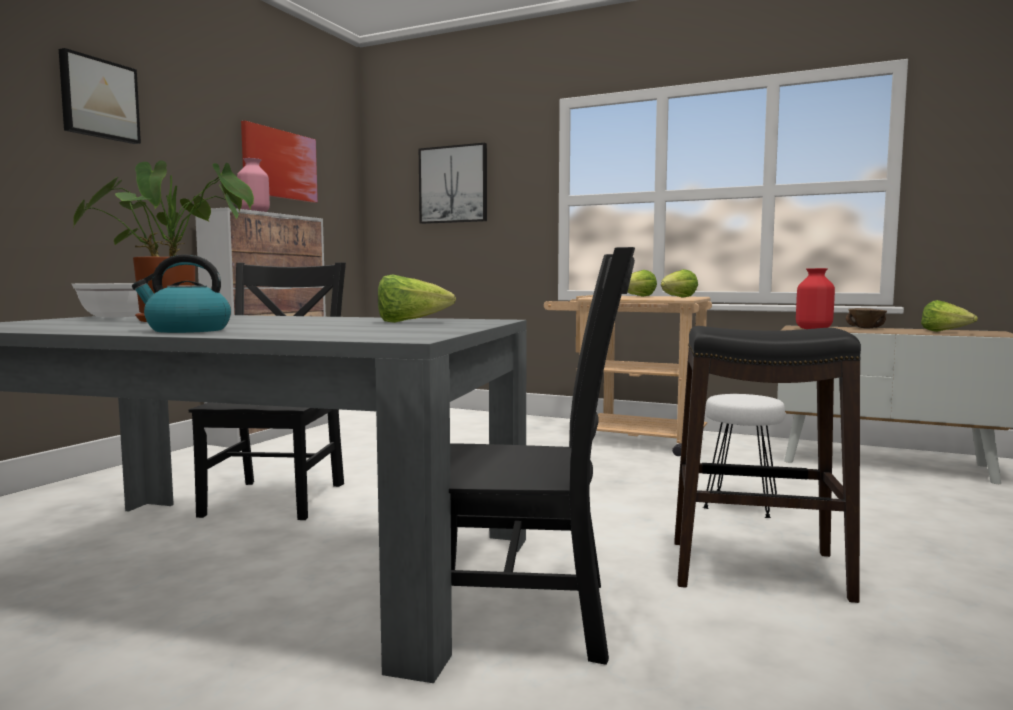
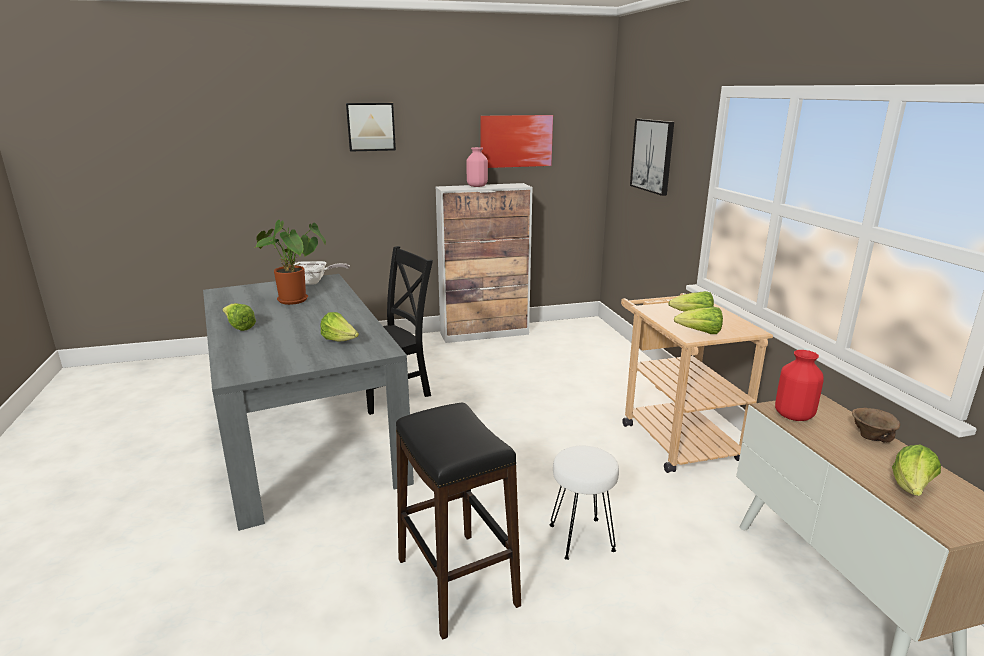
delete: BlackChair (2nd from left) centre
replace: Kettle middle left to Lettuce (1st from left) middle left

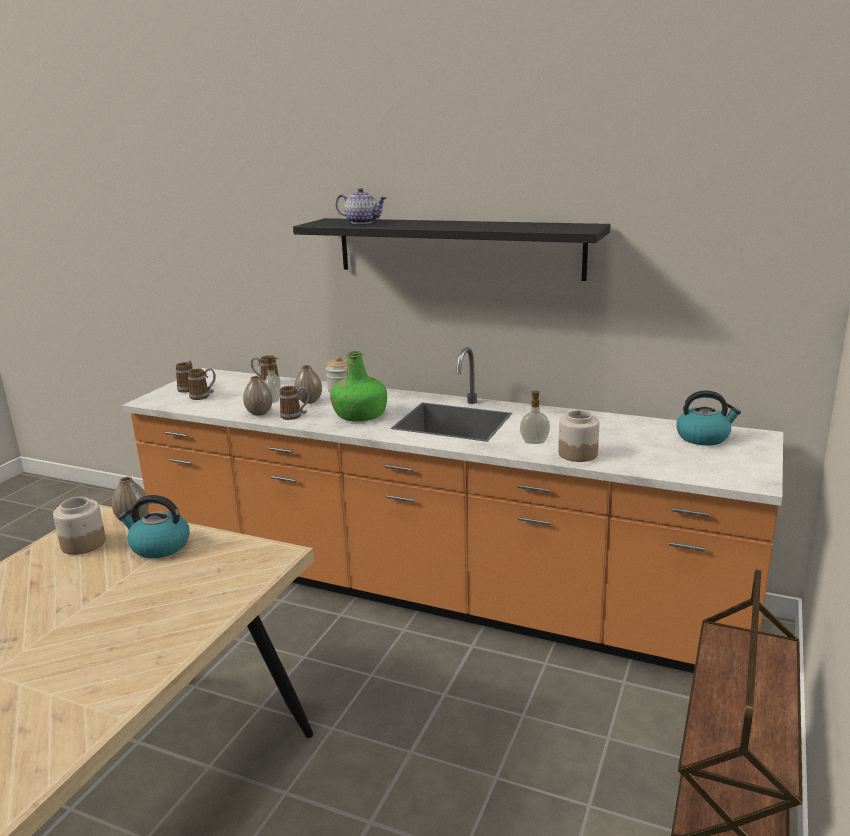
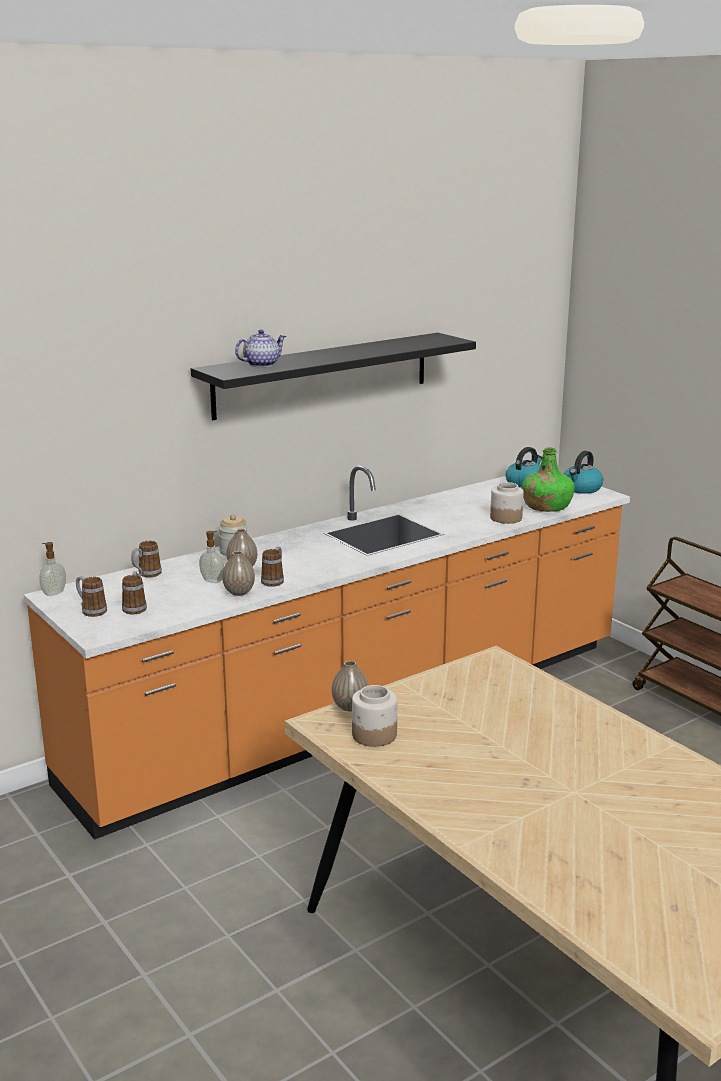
move: Kettle (1st from left in the first image) middle left to Kettle (2nd from left) middle right; GreenBottle centre to middle right; SoapDispenser (2nd from left in the first image) centre to SoapDispenser (1st from left) middle left

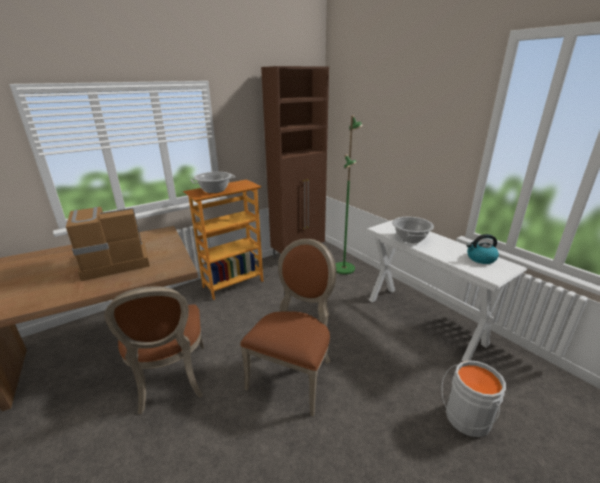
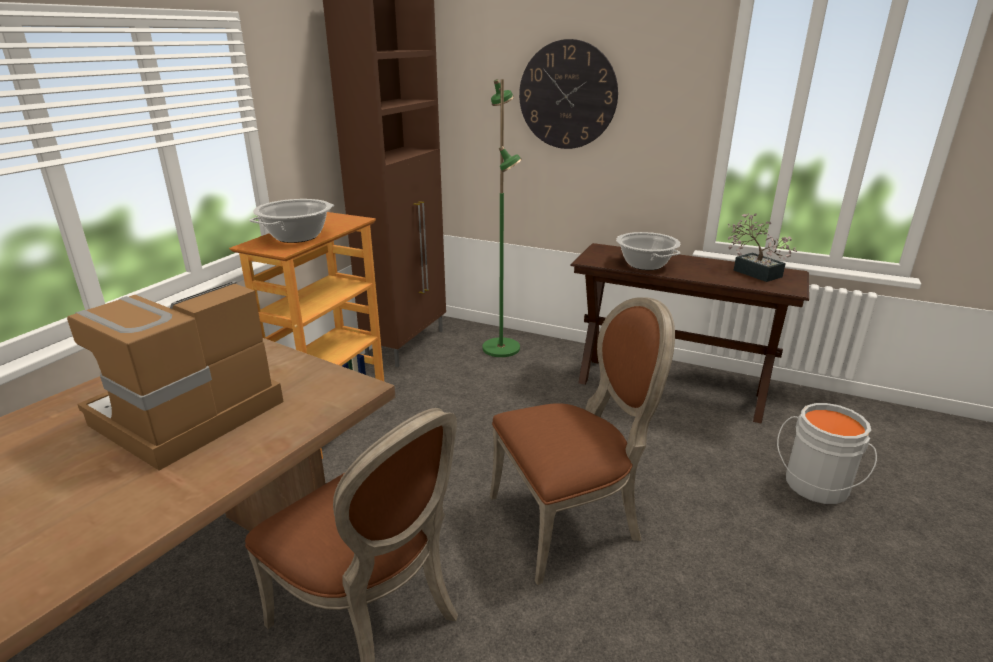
insert: WallClock top centre
replace: Kettle middle right to PottedPlant middle right
recolor: WhiteConsoleTable middle right to BrownConsoleTable middle right
rotate: BrownChair (2nd from left) bottom centre = centre 75 degrees clockwise

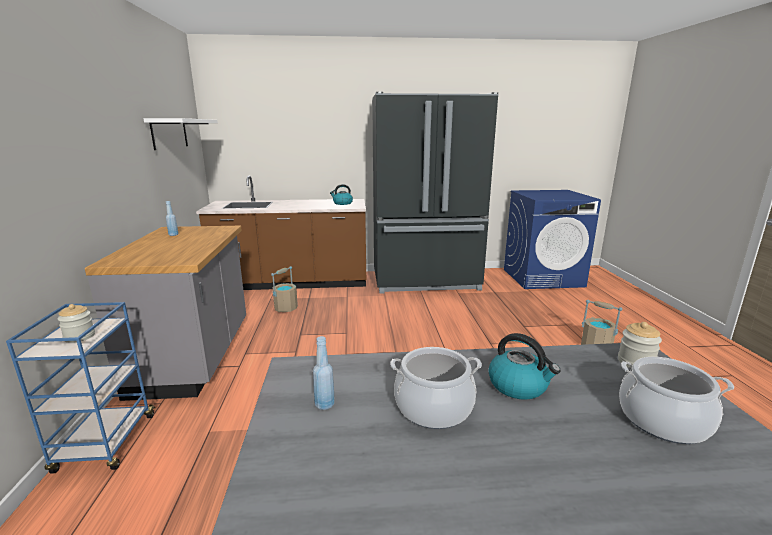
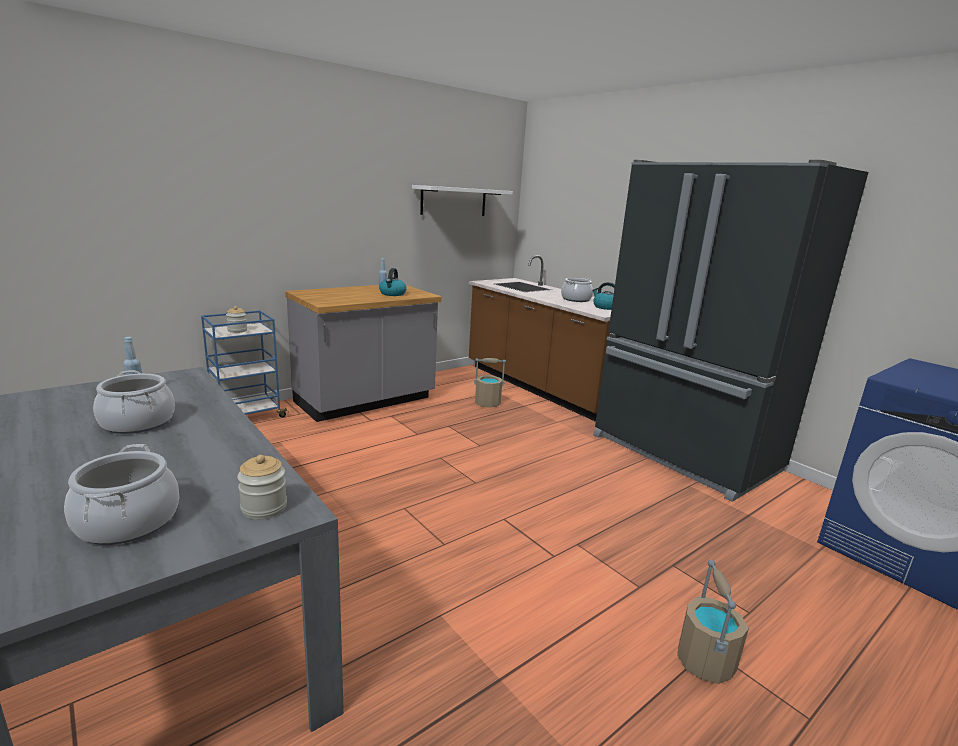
insert: CookingPot (3rd from left) centre
move: Kettle (2nd from left in the first image) bottom right to Kettle (1st from left) centre

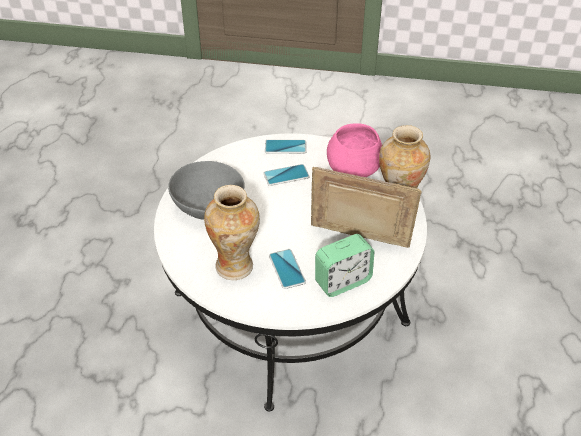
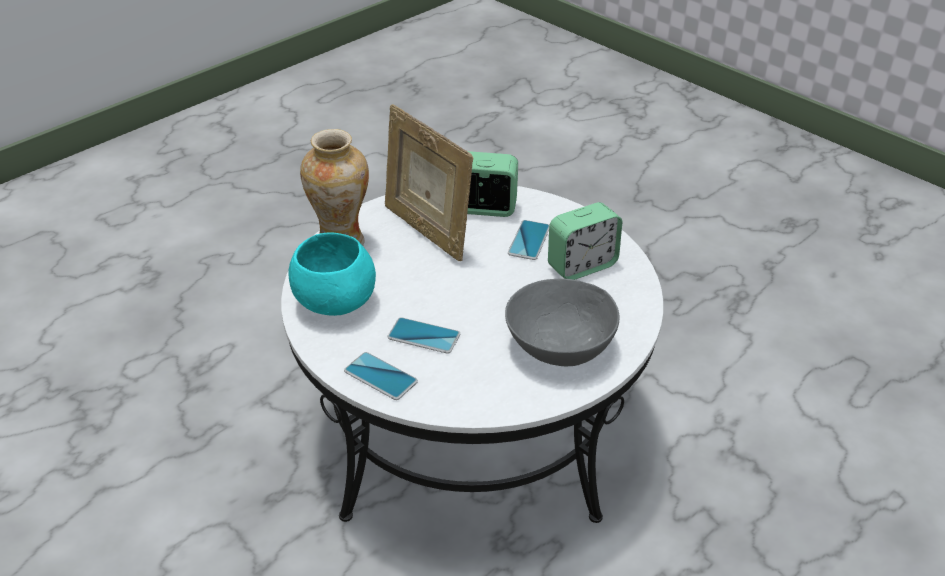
replace: Vase (1st from left) centre to AlarmClock (2nd from left) centre
recolor: PinkBowl centre to TurquoiseBowl centre

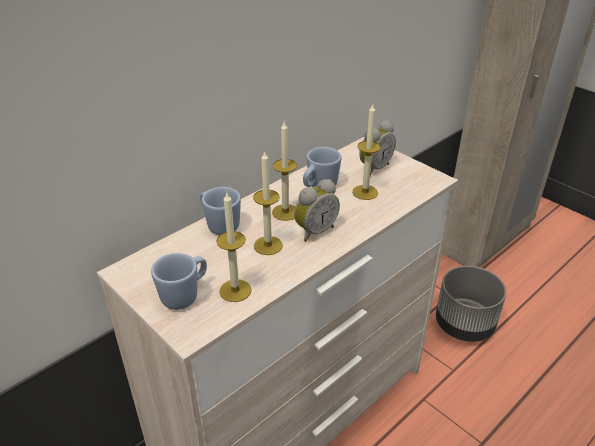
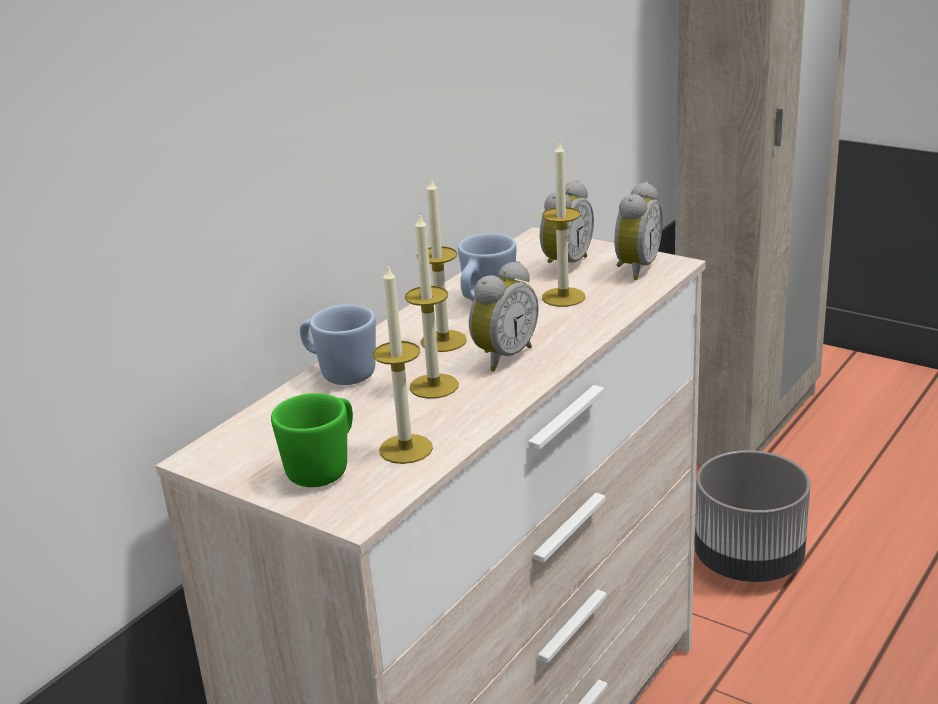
insert: AlarmClock (3rd from left) top right
recolor: BlueMug (1st from left) middle left to GreenMug middle left

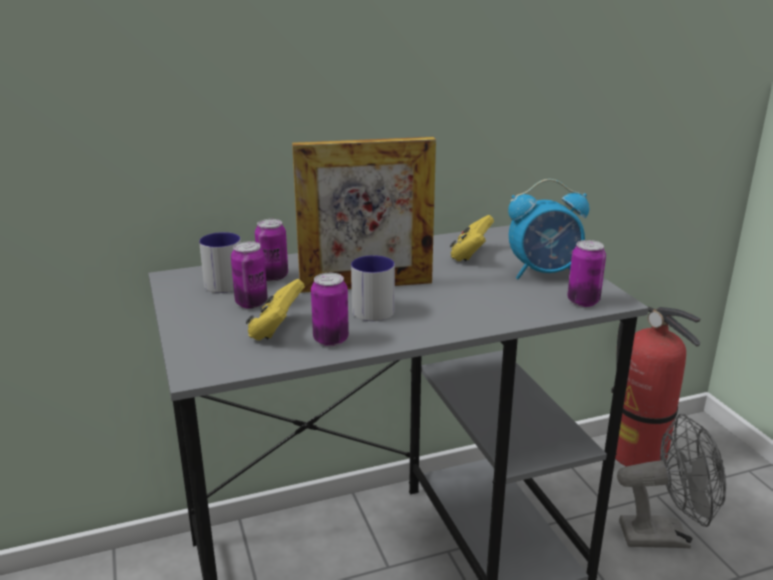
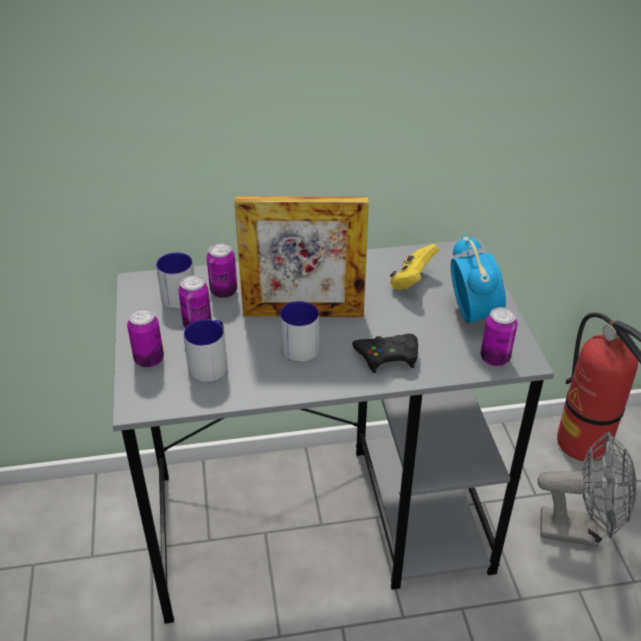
insert: BlackGameController centre
move: Can (3rd from left in the first image) centre to Can (1st from left) middle left
replace: YellowGameController (1st from left) centre to Mug (2nd from left) middle left
rotate: AlarmClock middle right = middle right 105 degrees counterclockwise

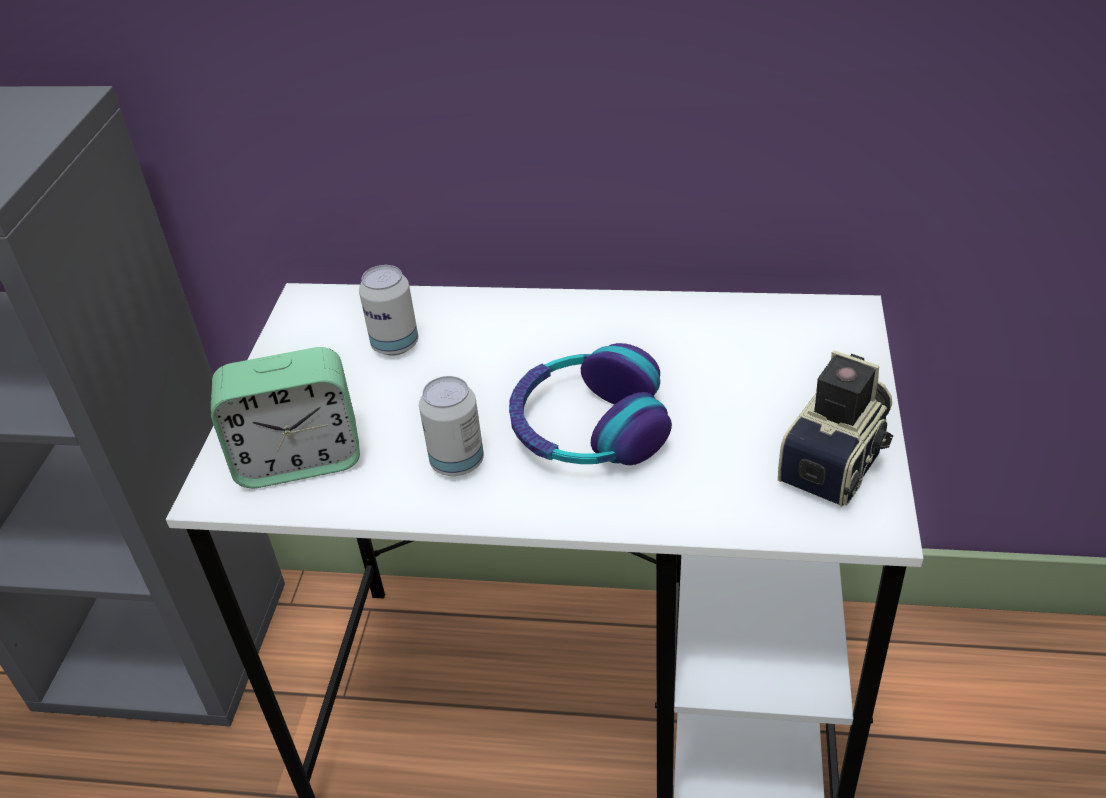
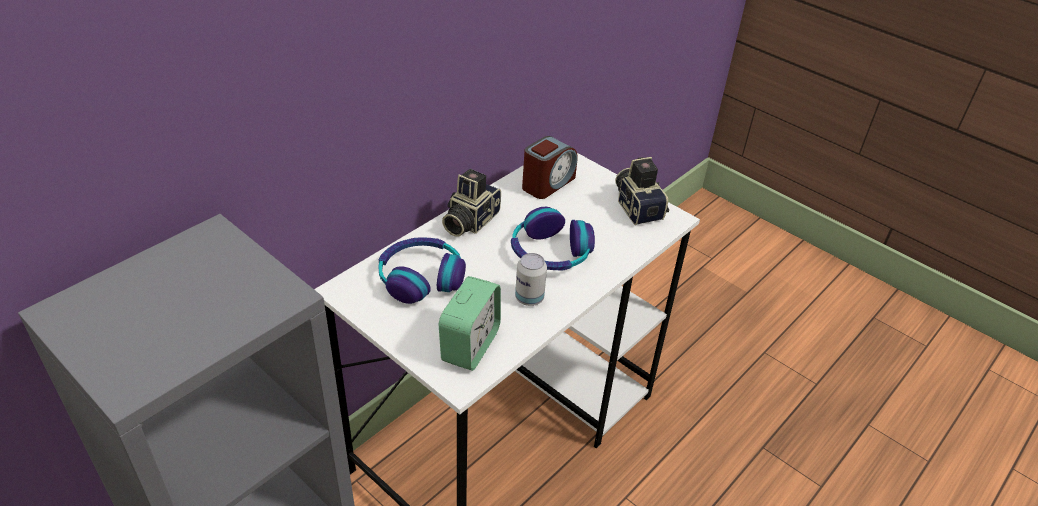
insert: PhotoCamera (1st from left) centre; AlarmClock (2nd from left) top centre
replace: Can (1st from left) centre to Headphones (1st from left) centre

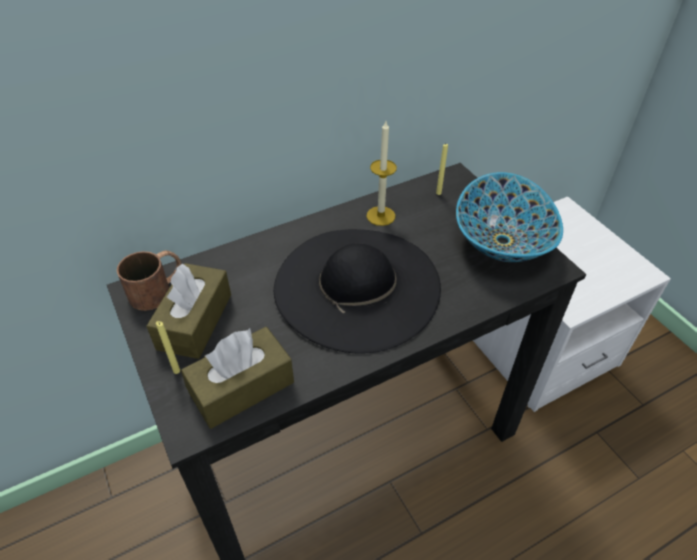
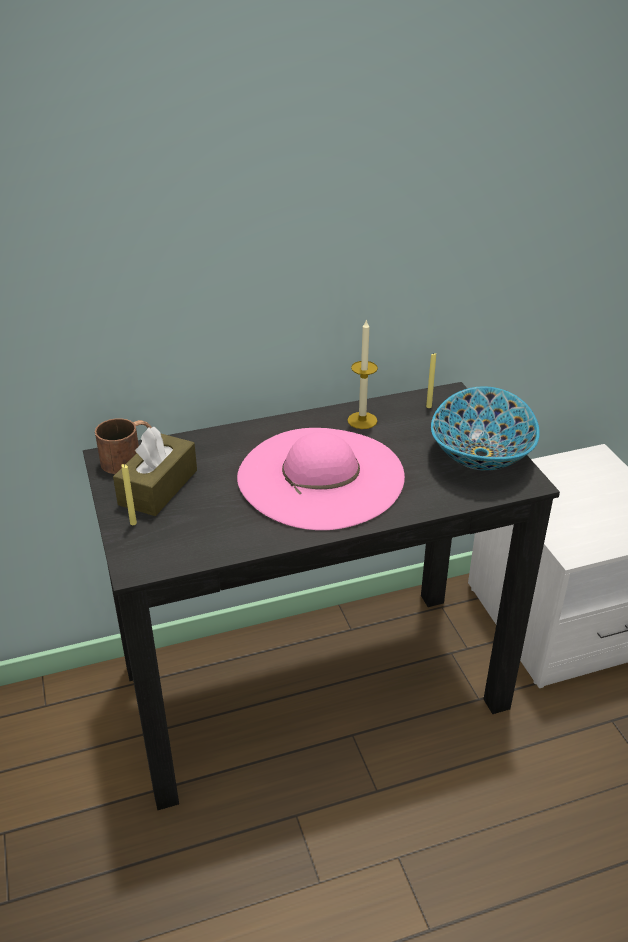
delete: BrownTissueBox (2nd from left) bottom centre
recolor: BlackHat centre to PinkHat centre

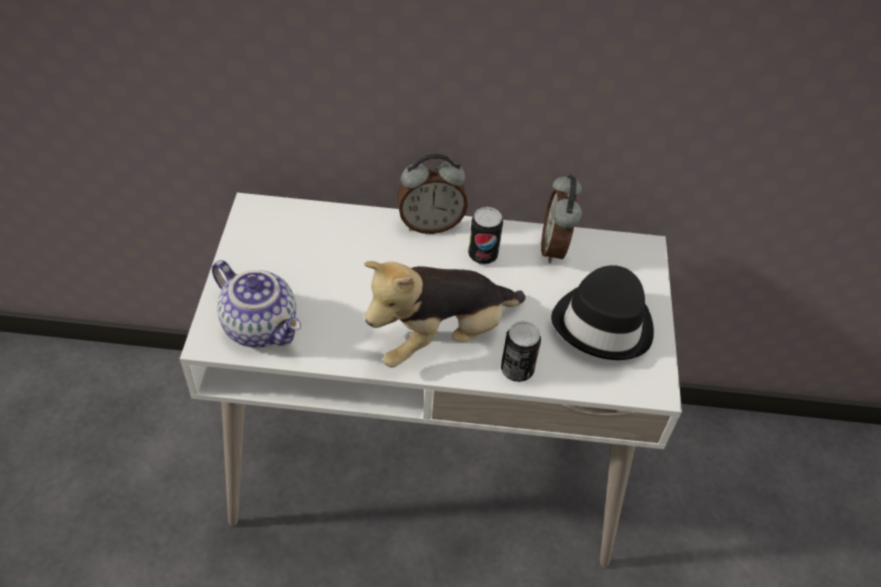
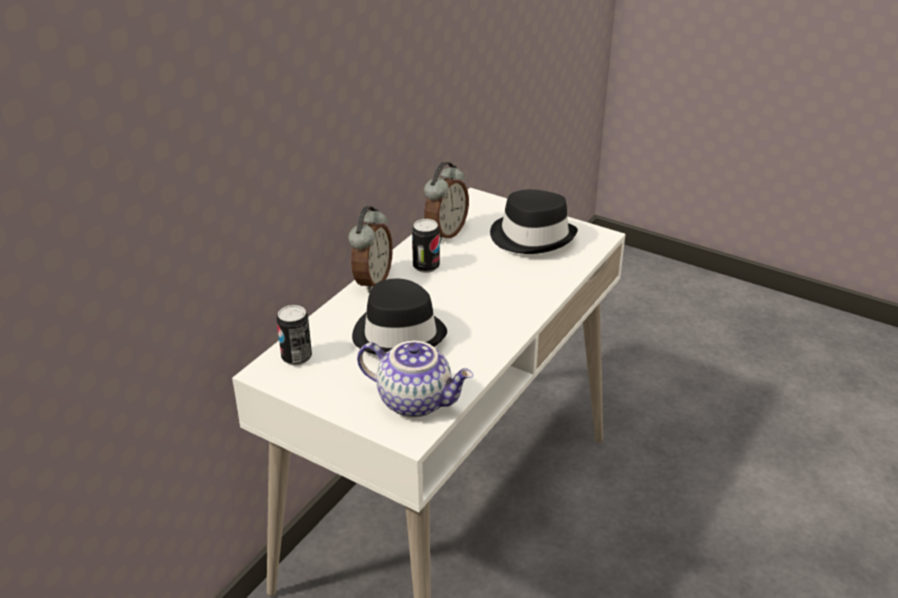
delete: PlushToy centre
insert: BlackHat (1st from left) centre
move: Can (2nd from left in the first image) centre to Can (1st from left) middle left
rotate: Teapot middle left = centre 45 degrees clockwise; AlarmClock (2nd from left) centre = centre 90 degrees counterclockwise

